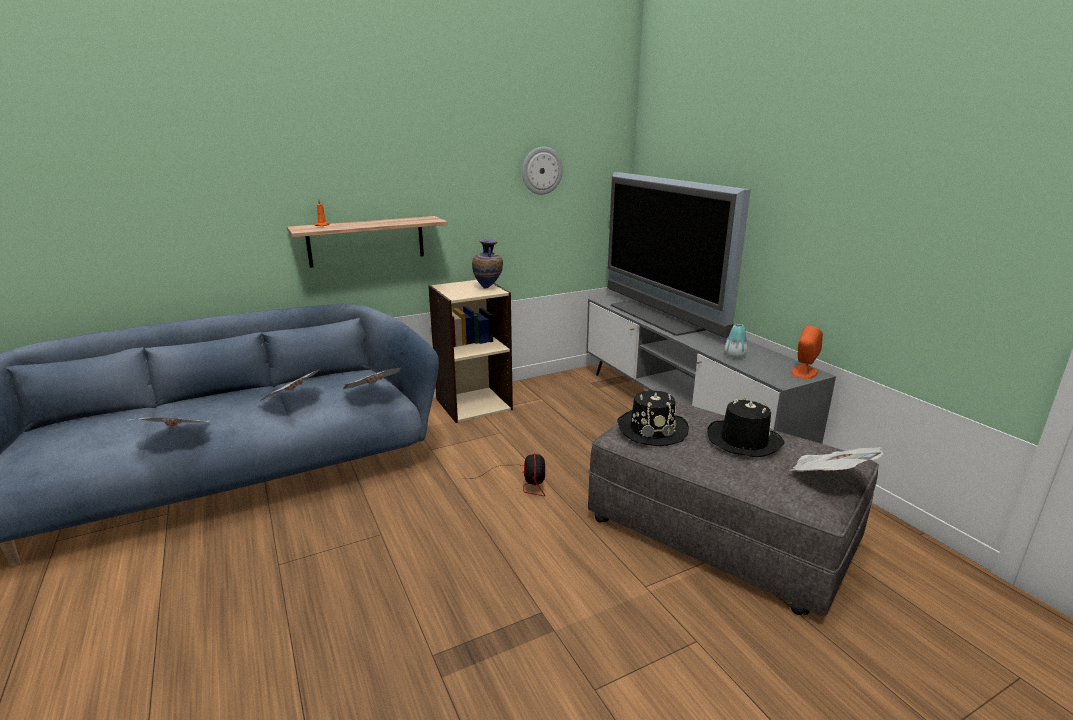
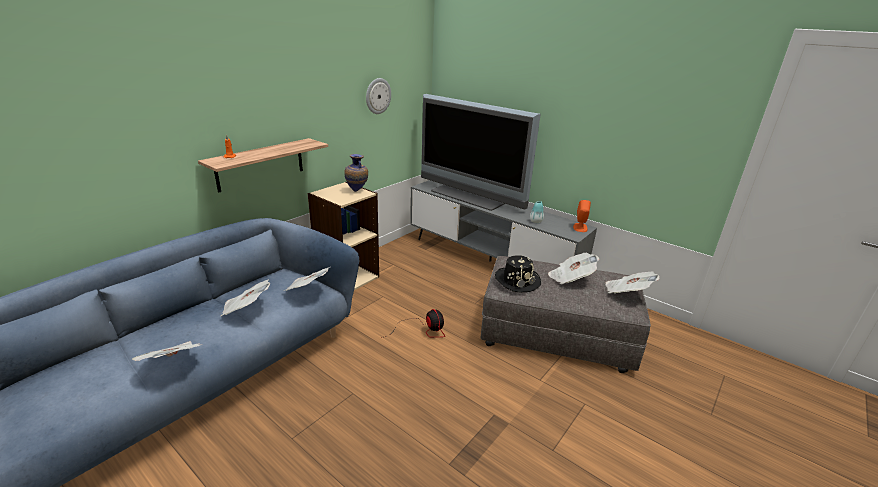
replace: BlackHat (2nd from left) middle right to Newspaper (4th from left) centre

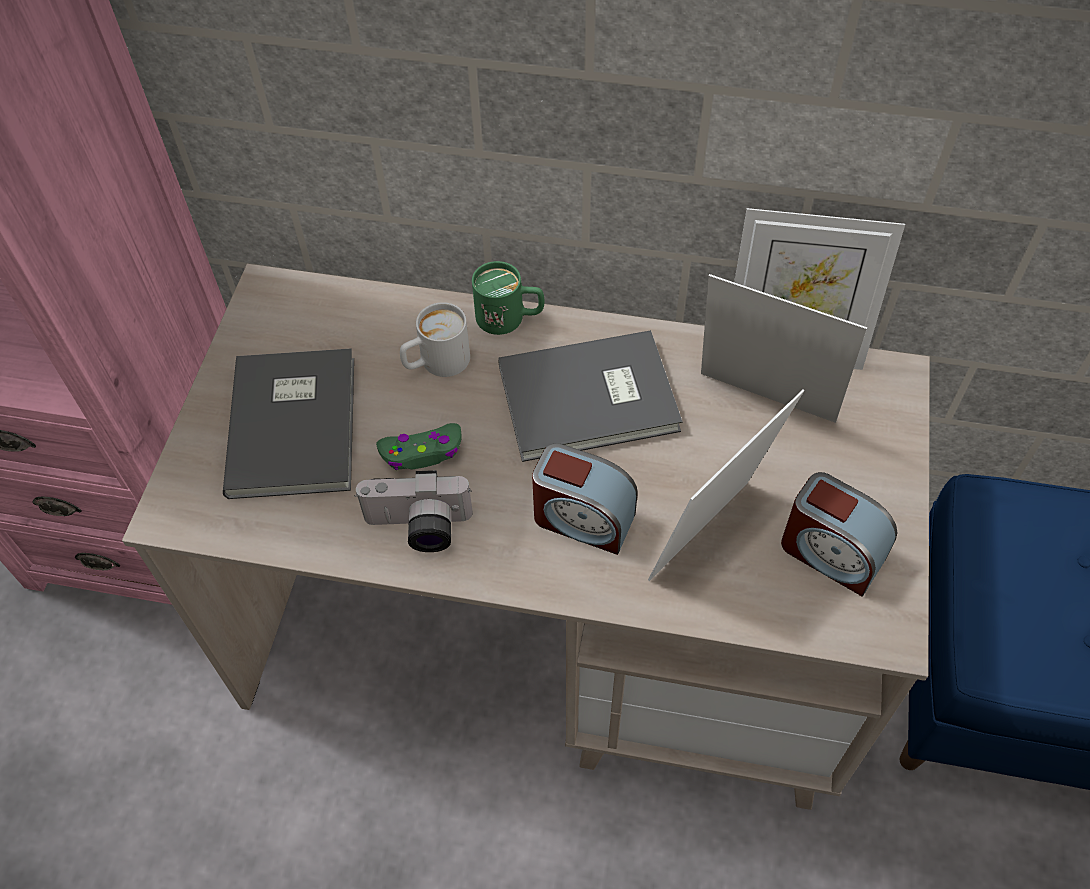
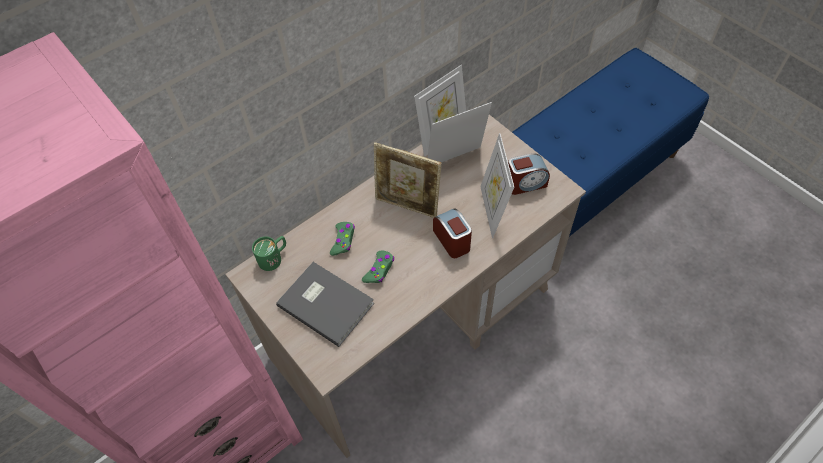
delete: PhotoCamera centre
move: GreenMug centre to middle left
replace: WhiteMug centre to GreenGameController (1st from left) centre; GreyBook (2nd from left) centre to PictureFrame (1st from left) centre
rotate: AlarmClock (1st from left) centre = centre 90 degrees counterclockwise

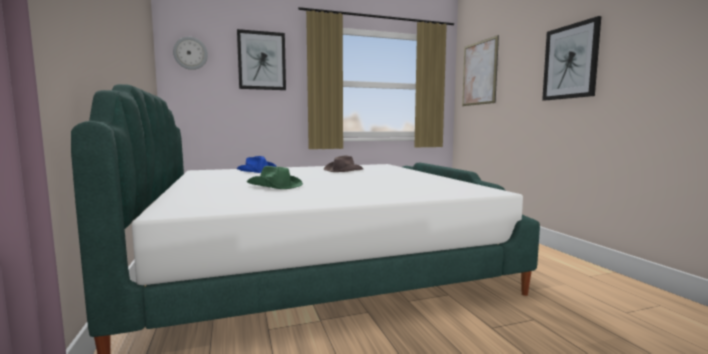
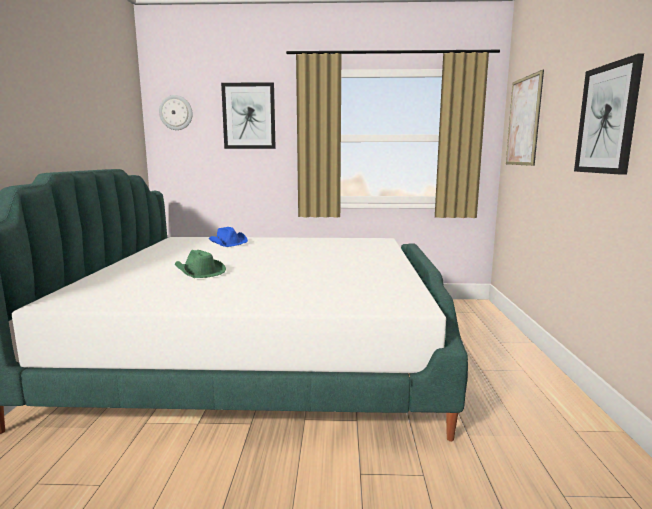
delete: BrownHat centre

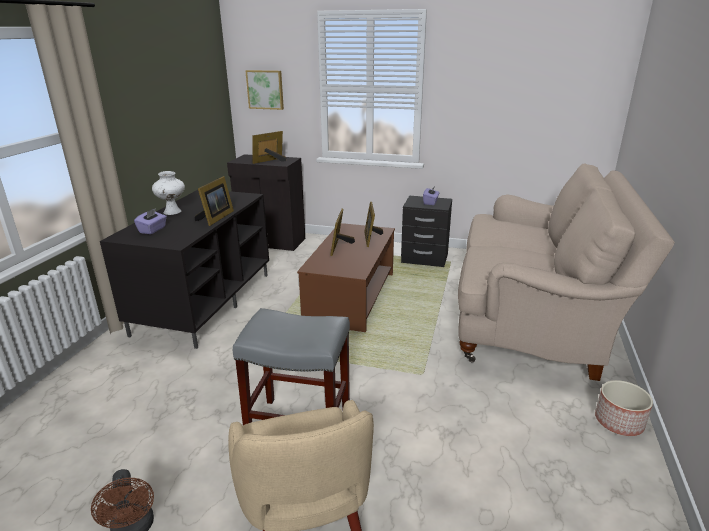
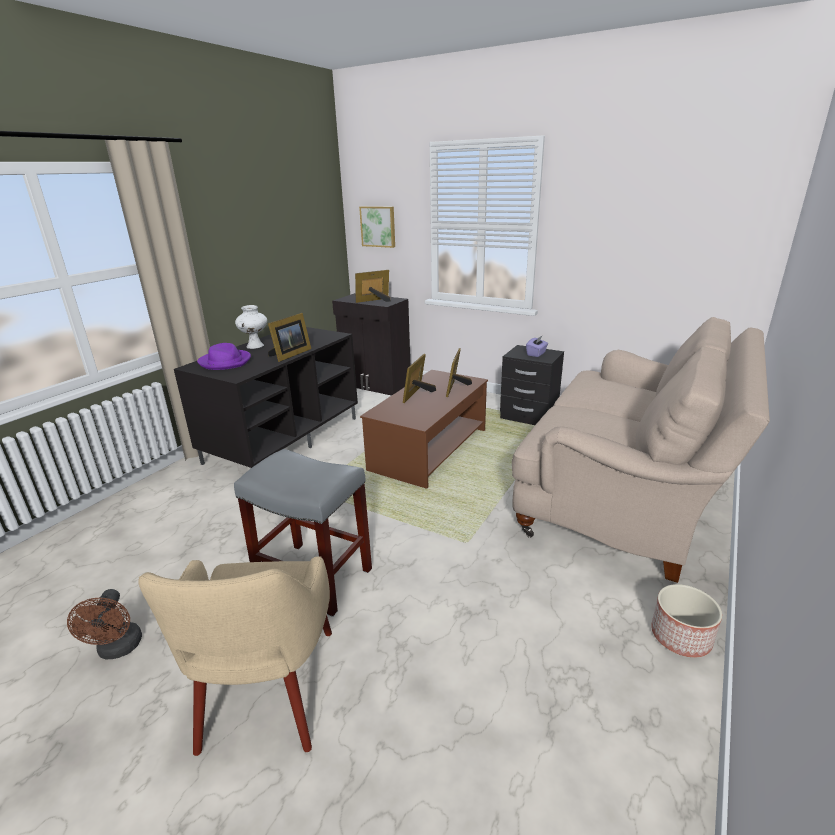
replace: PurpleTissueBox (1st from left) middle left to PurpleHat middle left

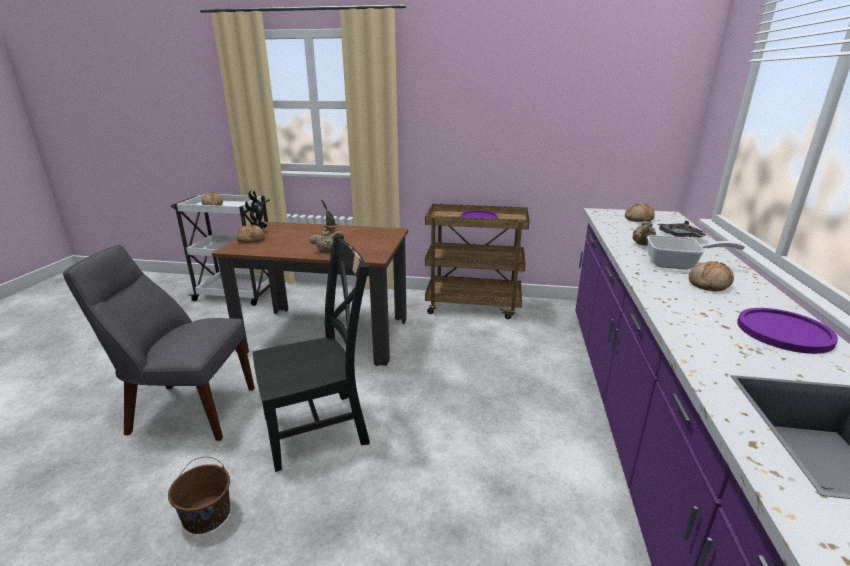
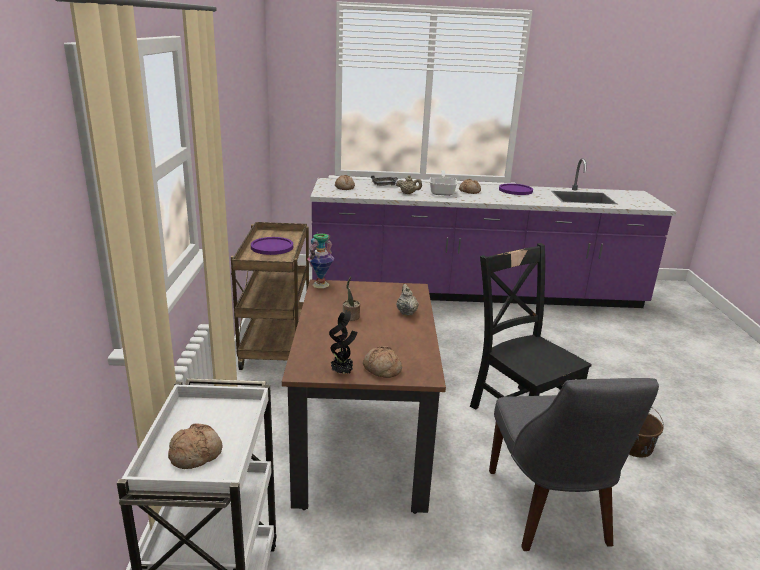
insert: Vase centre

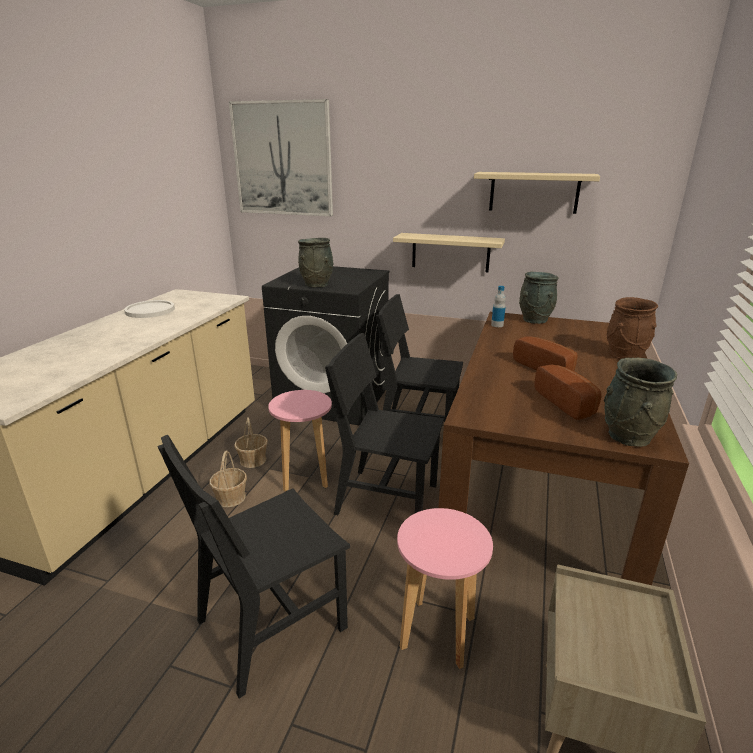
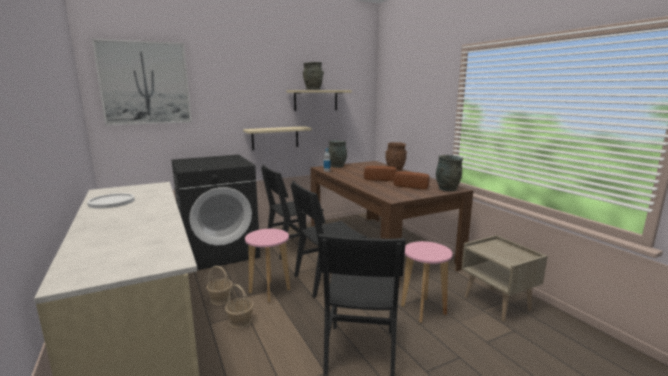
move: GreyVase (1st from left) centre to top centre

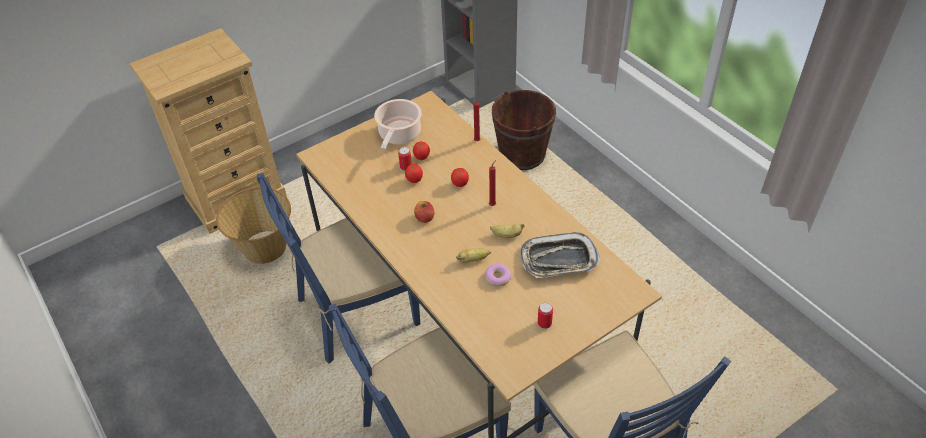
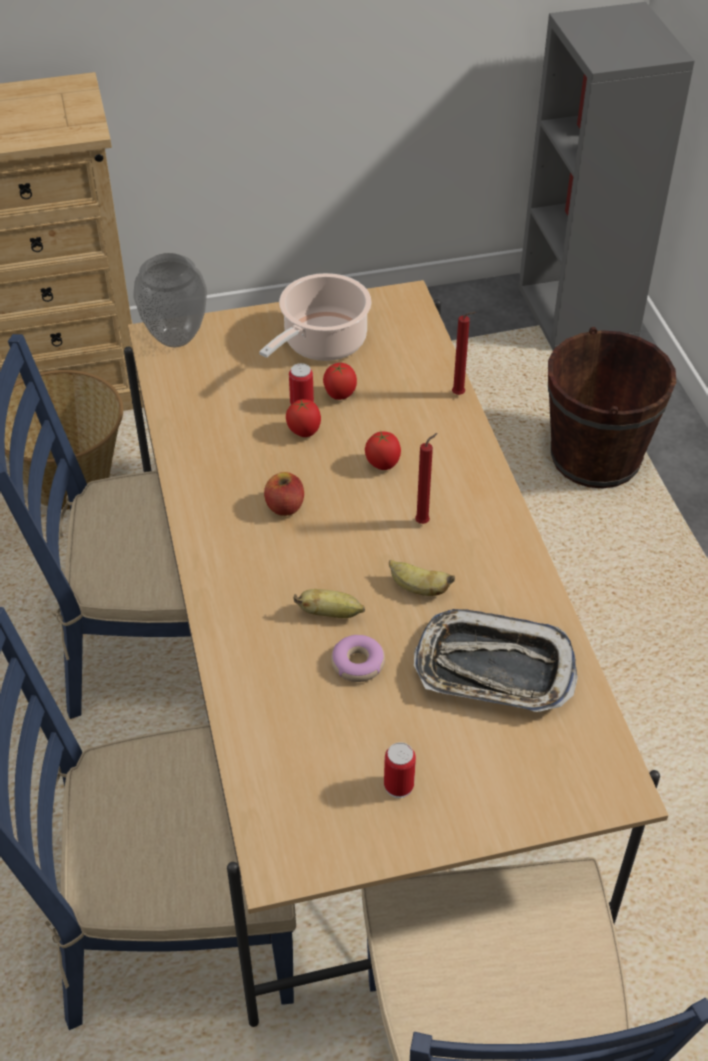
insert: Vase top left

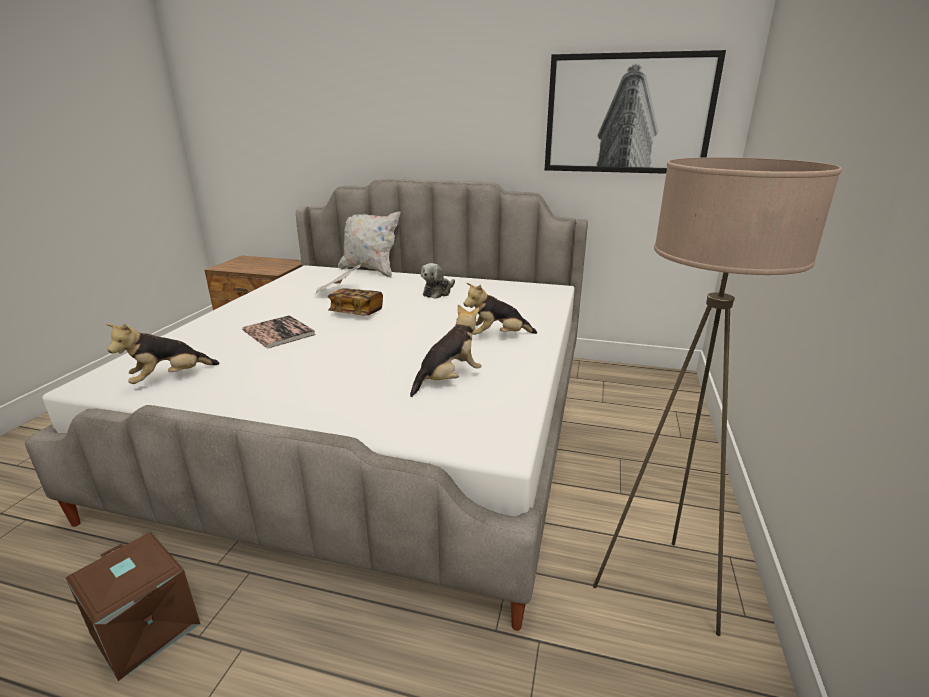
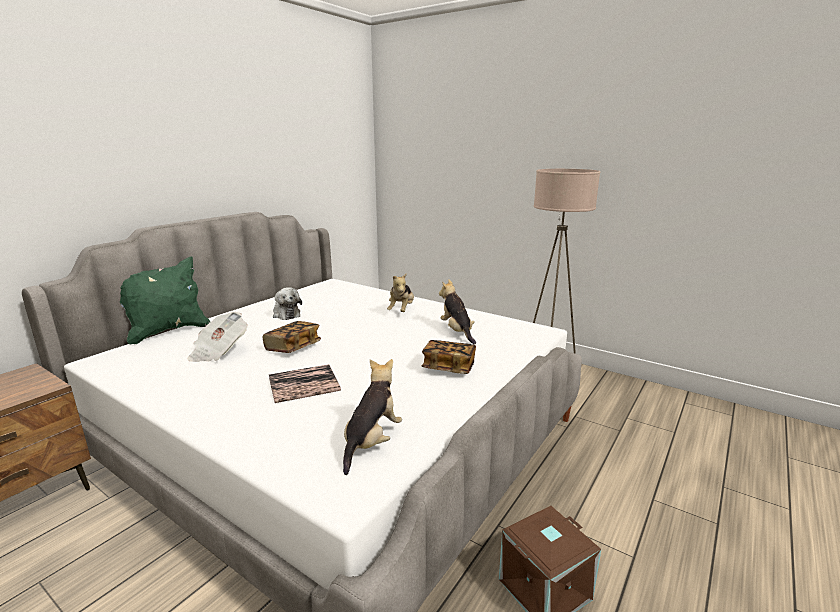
delete: Picture top right
insert: Book (3rd from left) centre
recolor: WhitePillow centre to GreenPillow middle left
rotate: PlushToy (1st from left in the first image) middle left = bottom centre 135 degrees counterclockwise

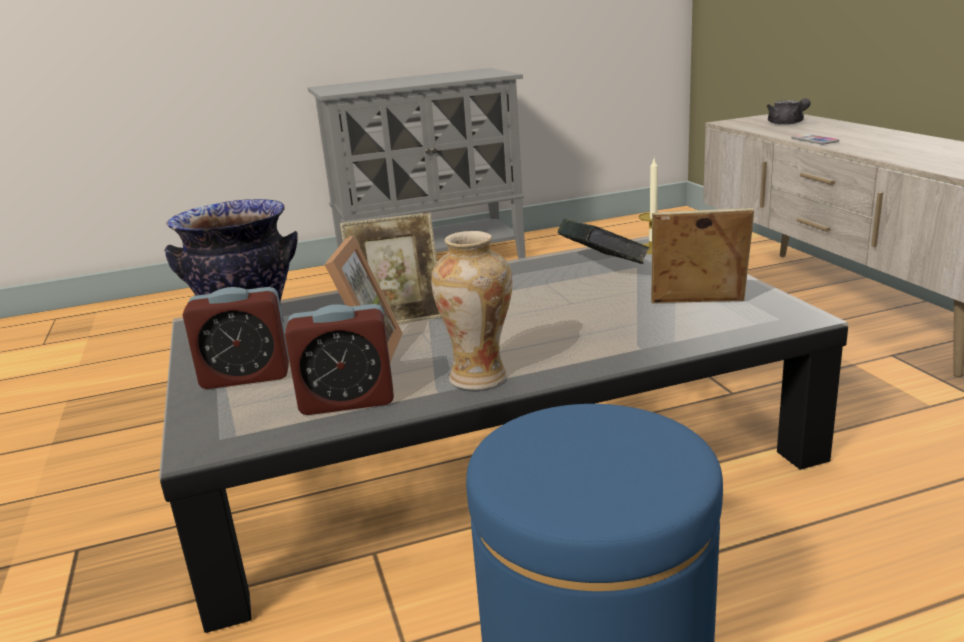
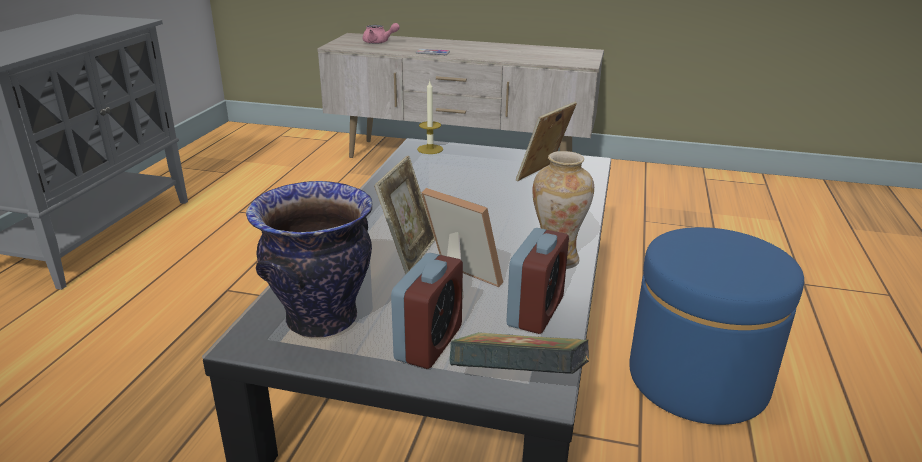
move: Book centre to bottom centre
recolor: GreyTeapot top right to PinkTeapot top centre

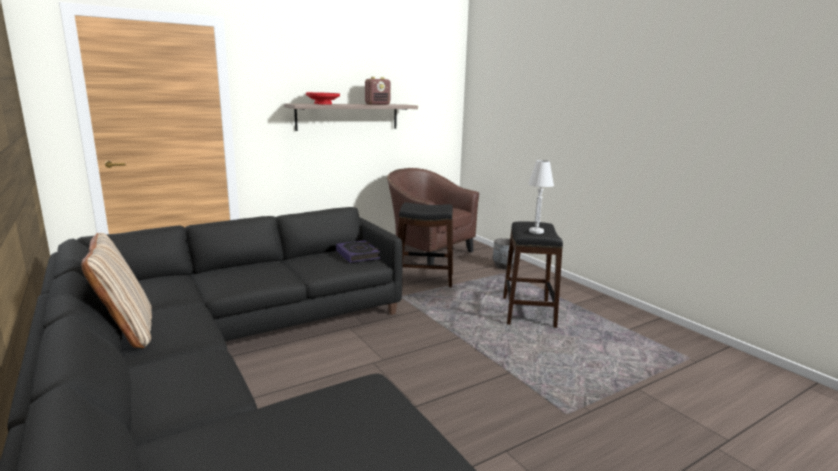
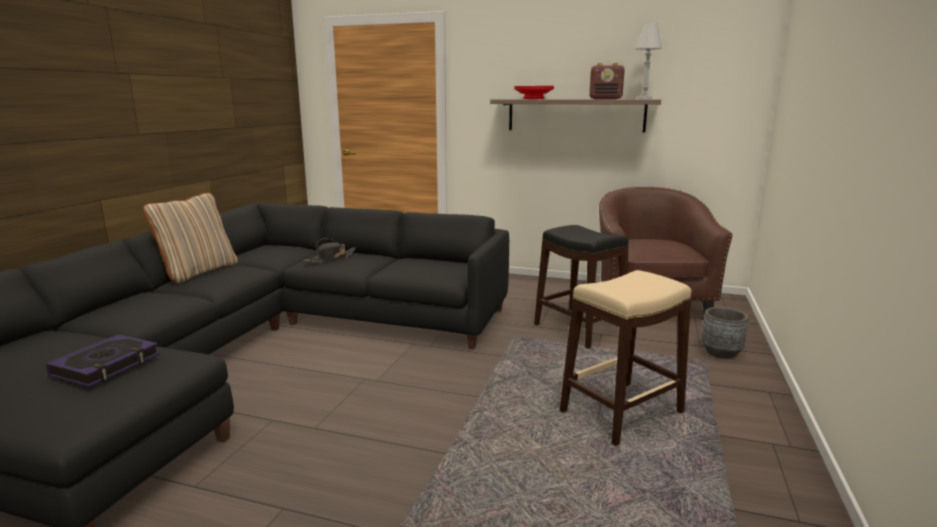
insert: BlackHat centre
move: Book centre to bottom left; WhiteTableLamp centre to top right
recolor: BlackStool (2nd from left) centre to BeigeStool bottom right

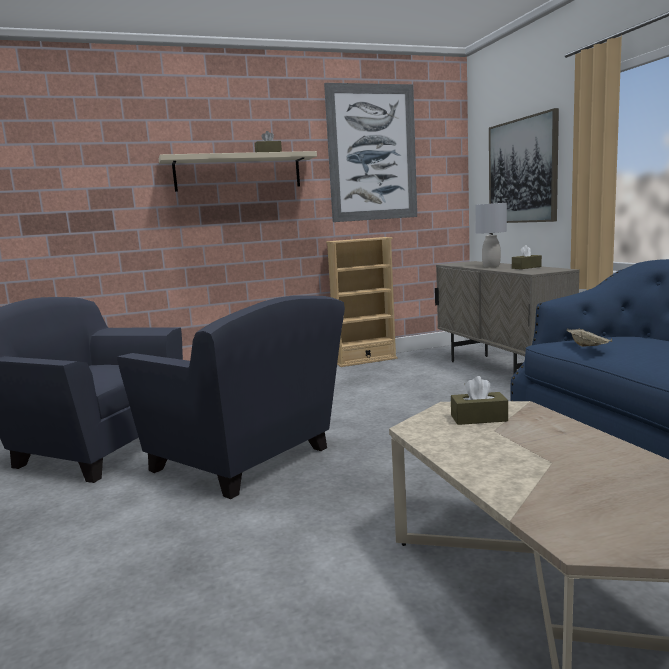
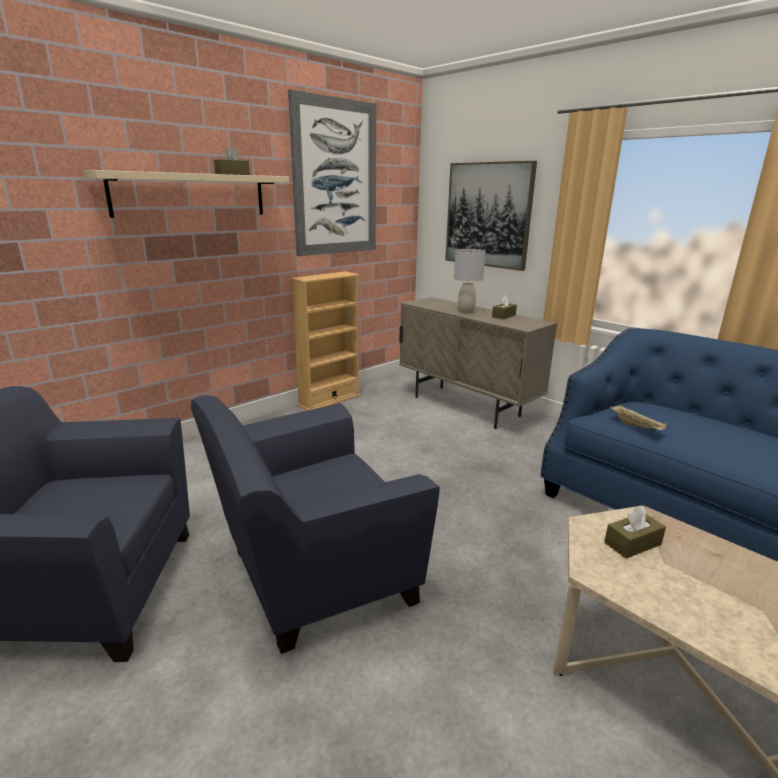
rotate: BlueArmchair (2nd from left) centre = bottom centre 135 degrees clockwise

